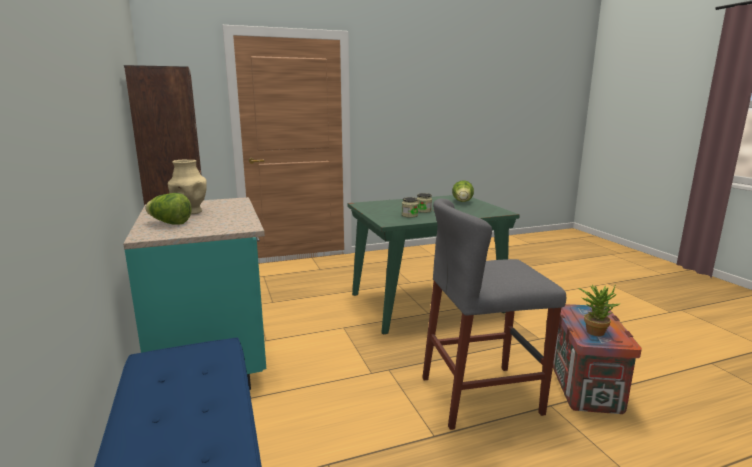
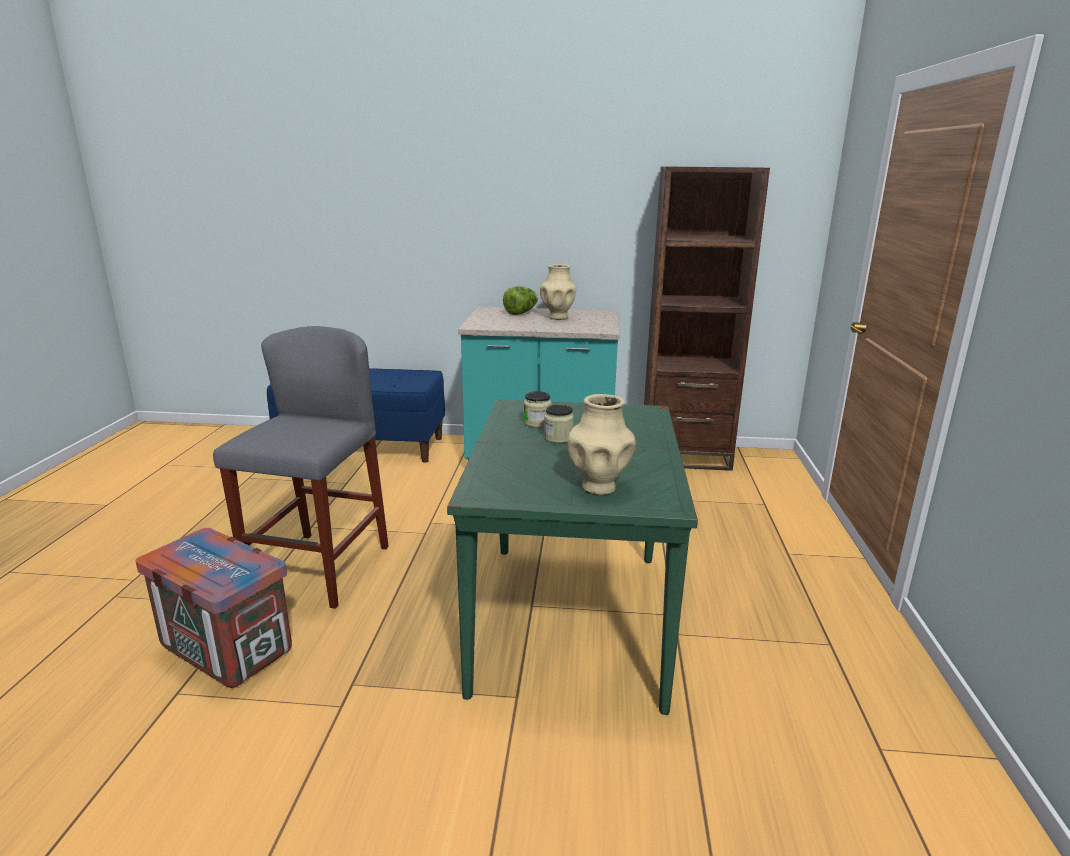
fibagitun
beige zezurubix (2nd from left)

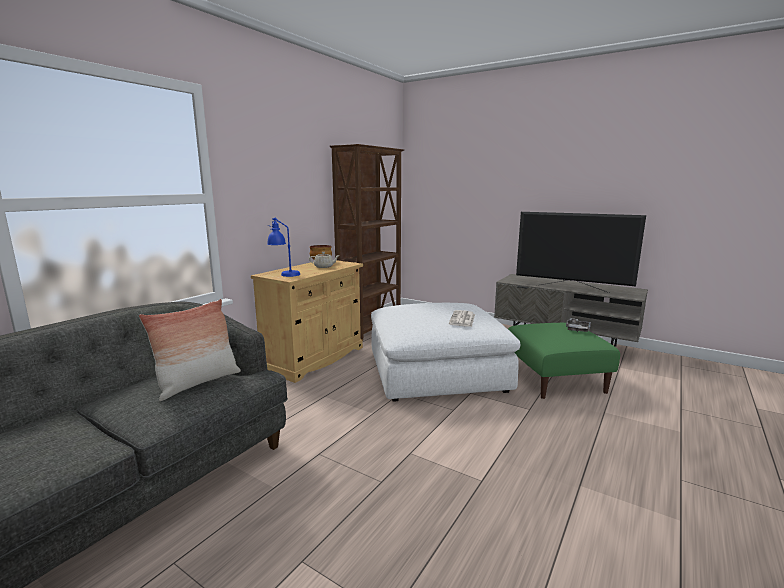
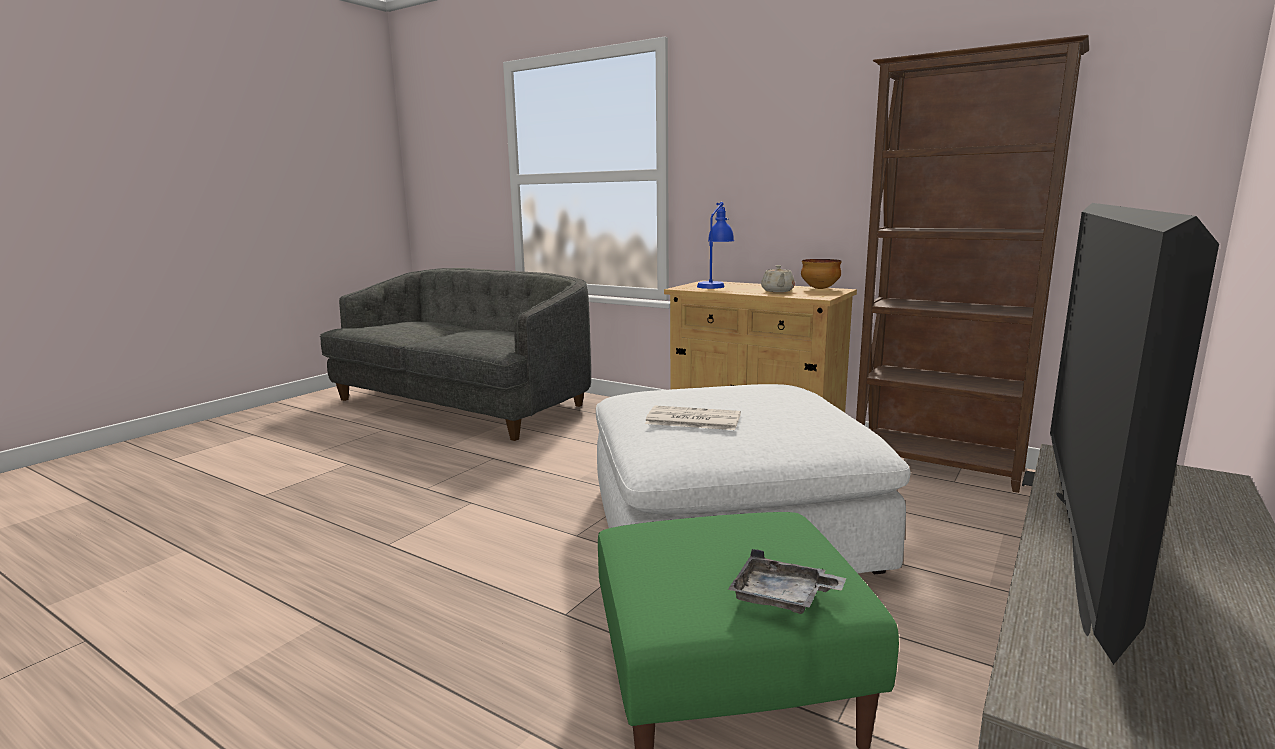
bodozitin

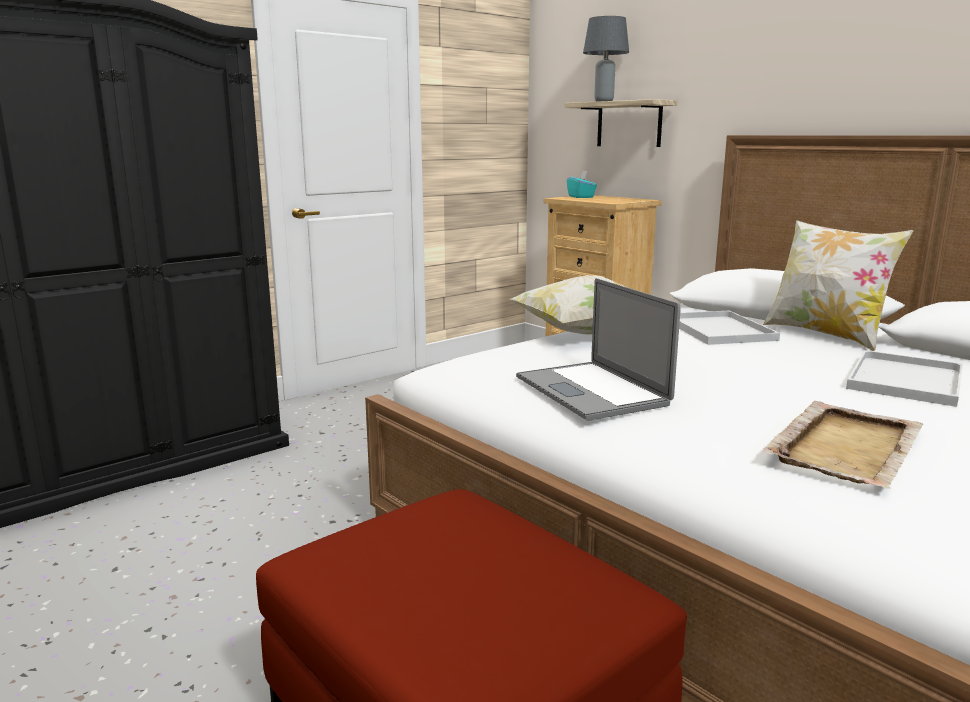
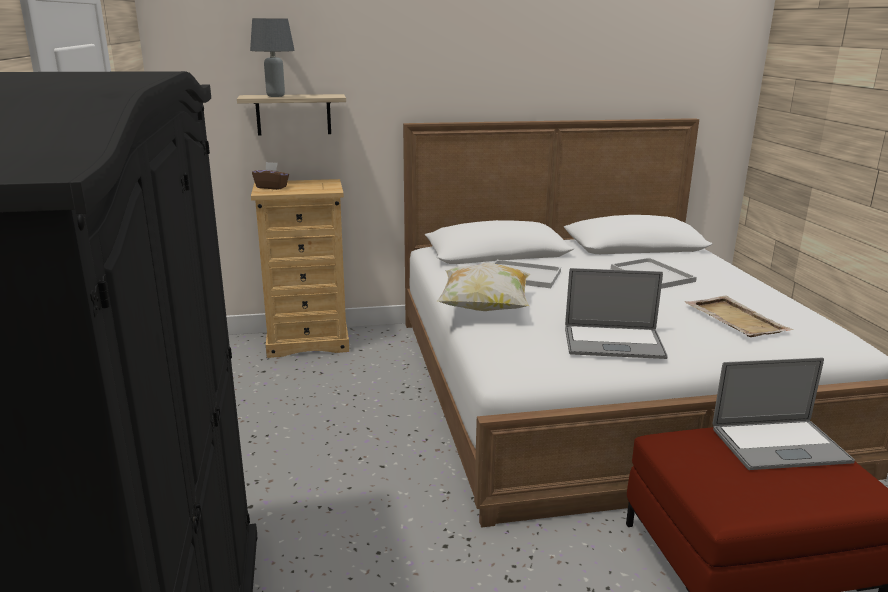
bodozitin (2nd from left in the first image)
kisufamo (2nd from left)
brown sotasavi

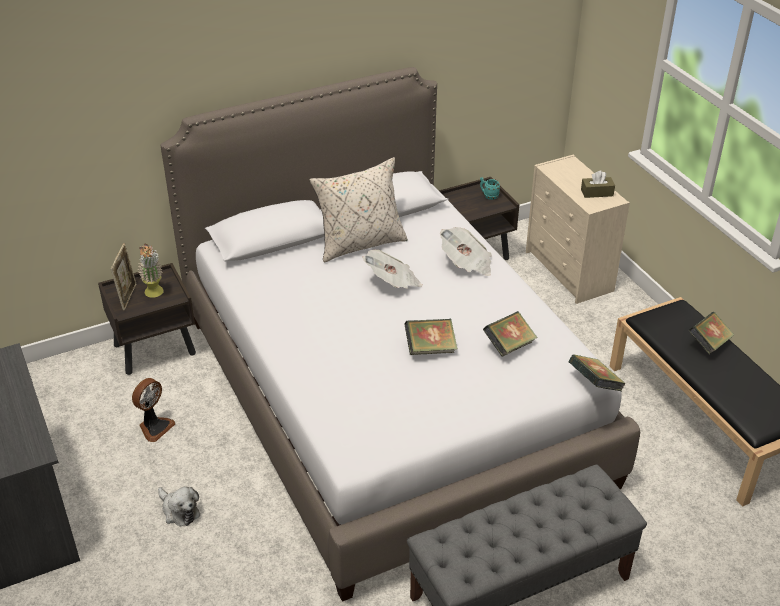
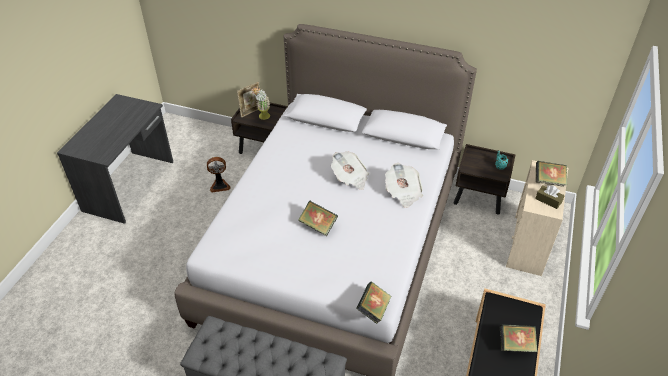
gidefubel
beige bodozitin
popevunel (4th from left)

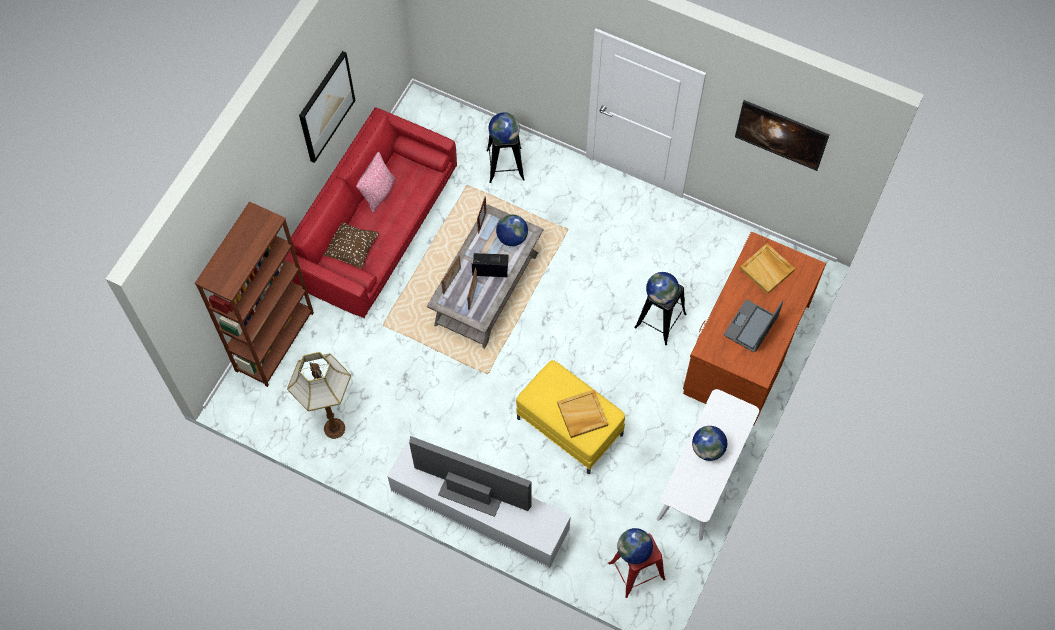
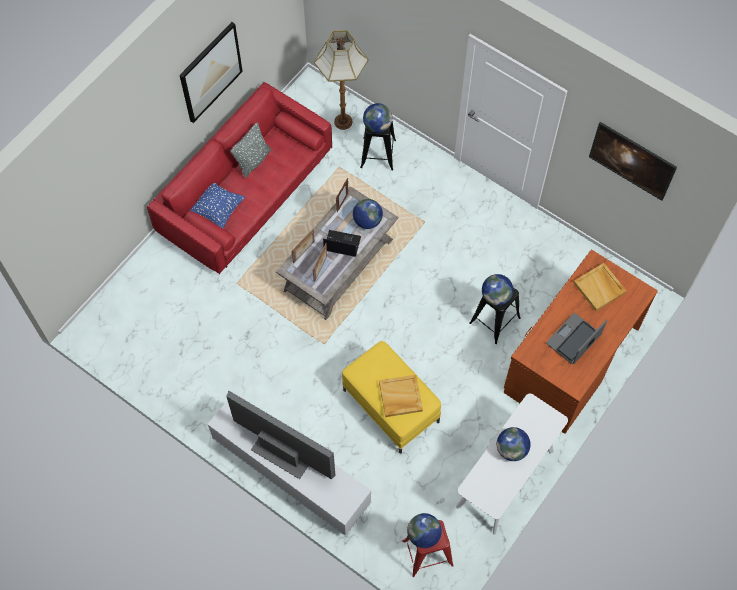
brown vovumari
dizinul
blue bodozitin
grey bodozitin

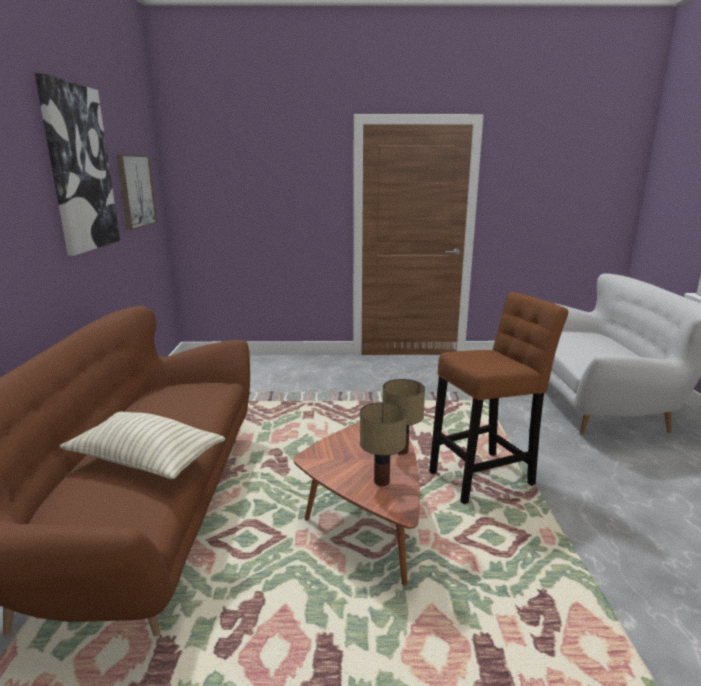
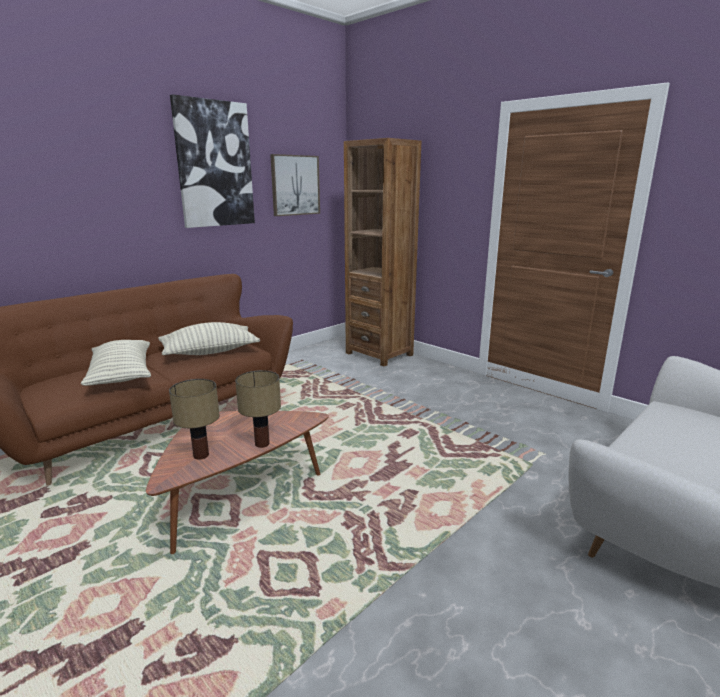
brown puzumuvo
bodozitin (2nd from left)
brown vovumari

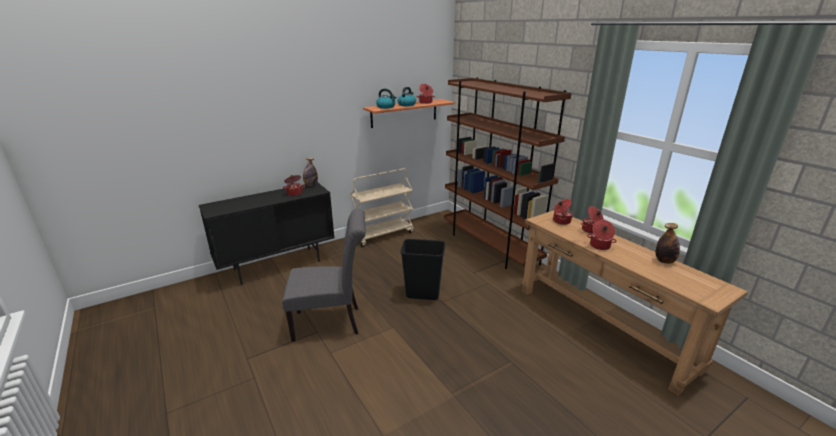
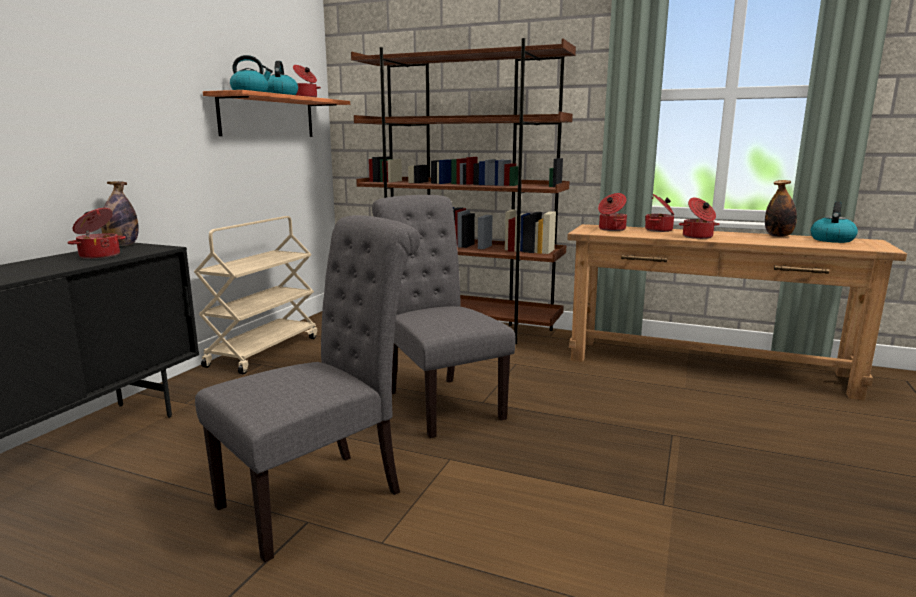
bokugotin (3rd from left)
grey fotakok (2nd from left)

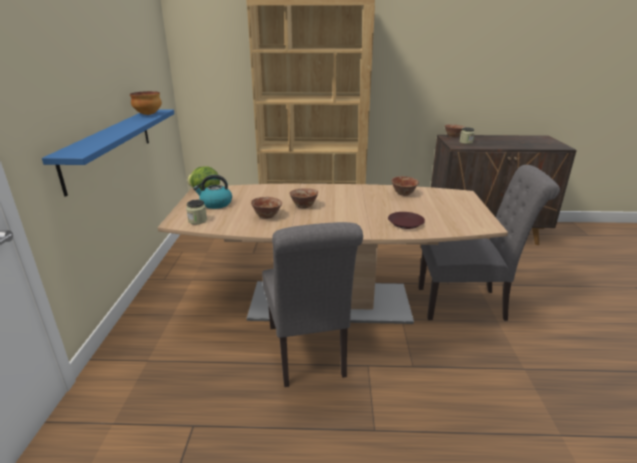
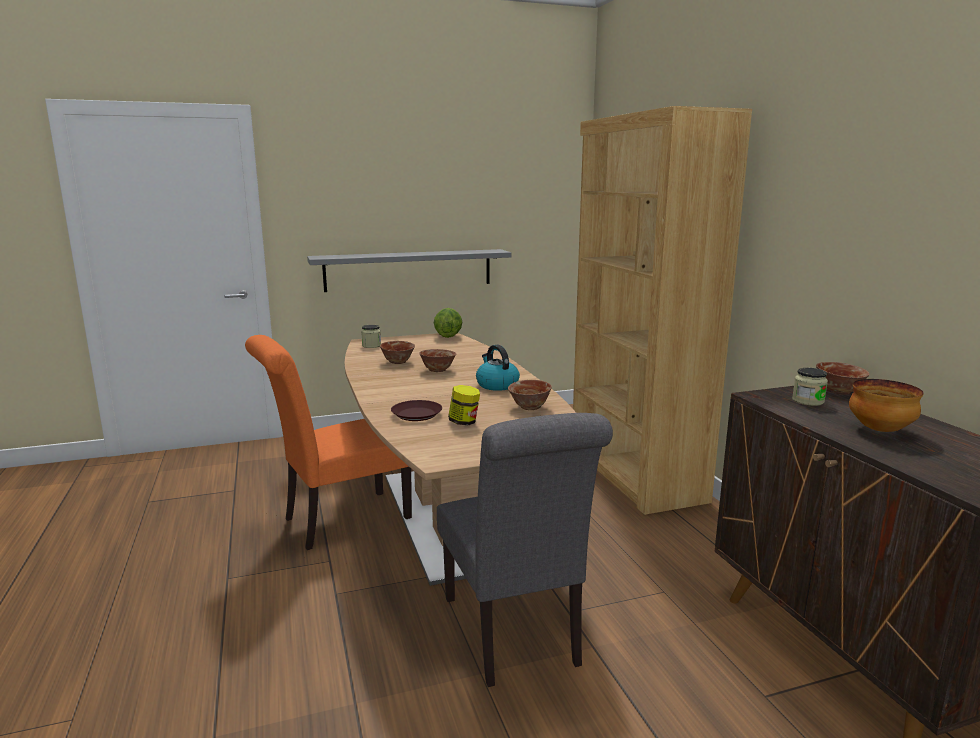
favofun (2nd from left)
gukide (5th from left)
bokugotin
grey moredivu
orange fotakok

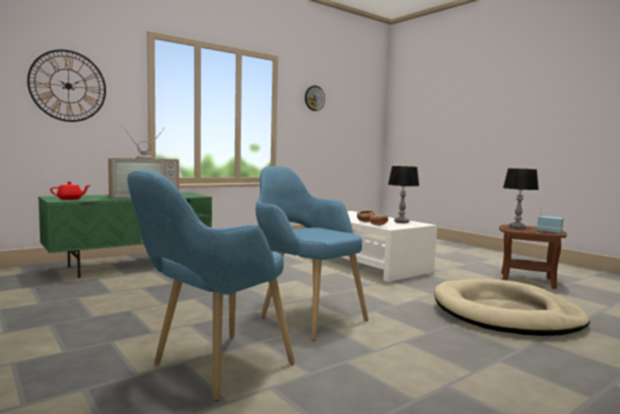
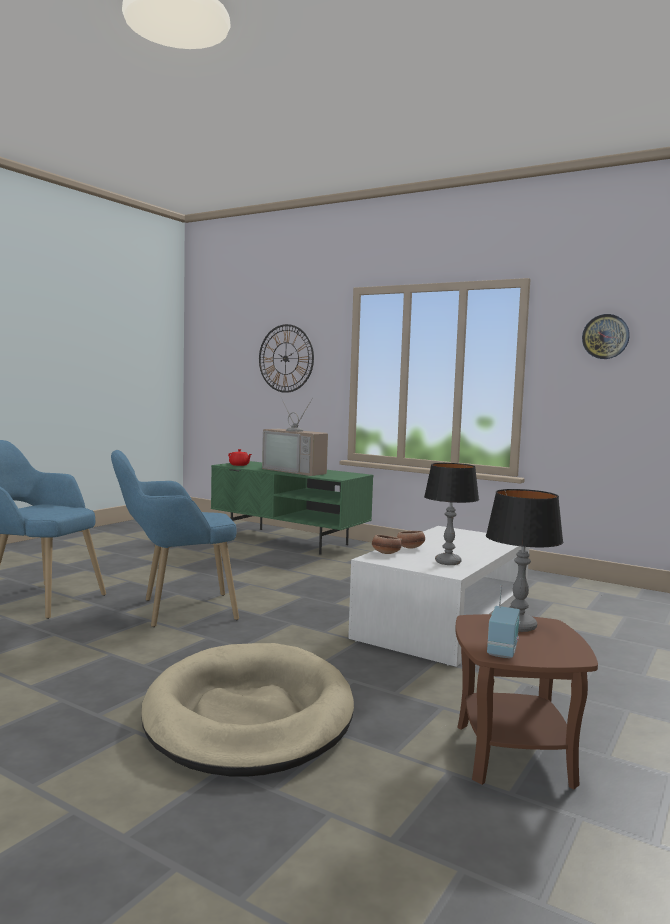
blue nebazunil (2nd from left)

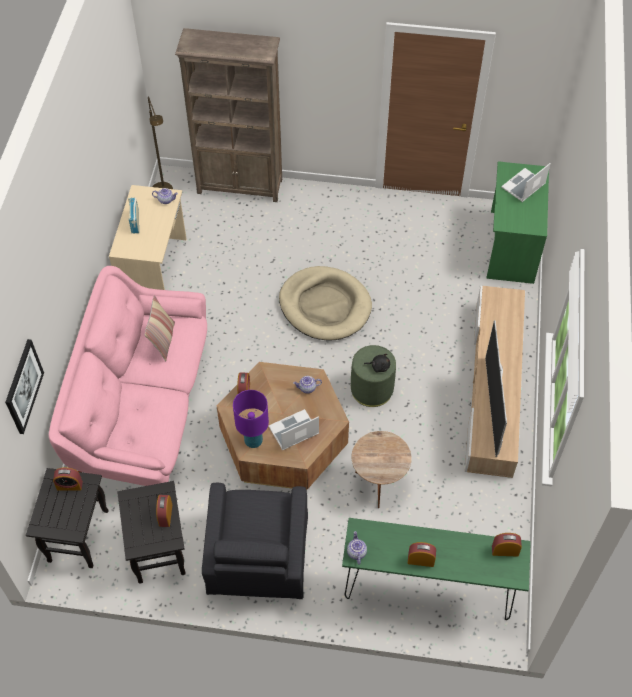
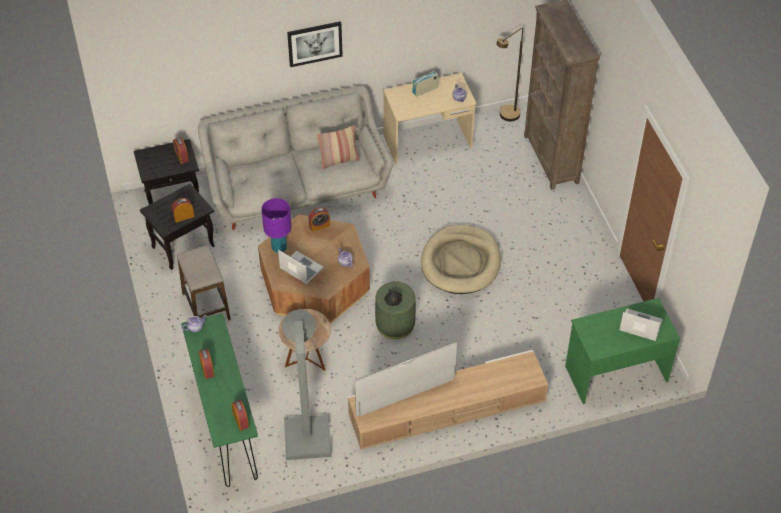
grey dizinul
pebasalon
puzumuvo
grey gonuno

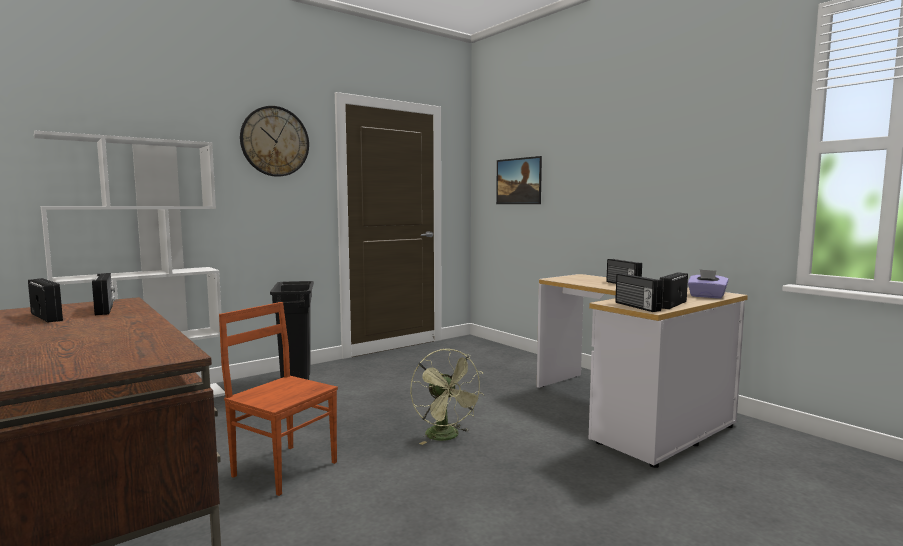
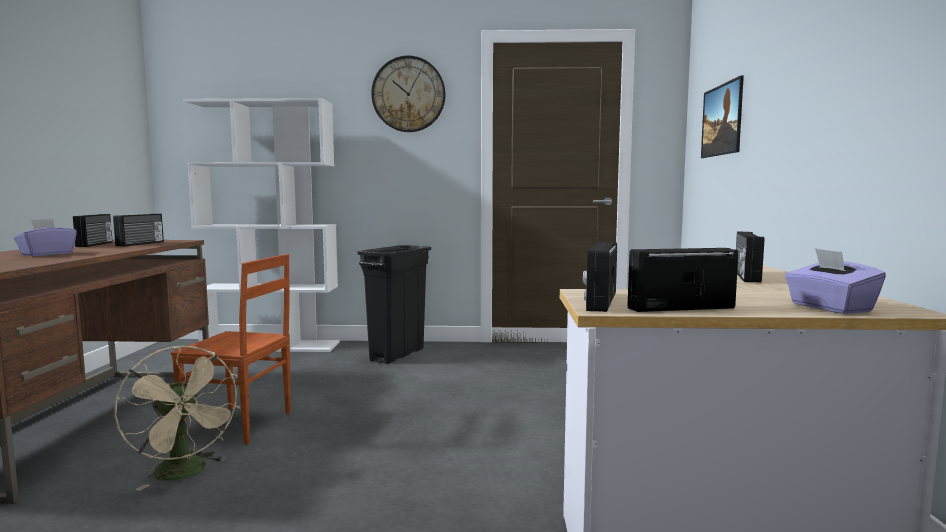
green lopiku
purple sotasavi (1st from left)
beige lopiku
brown fotakok

